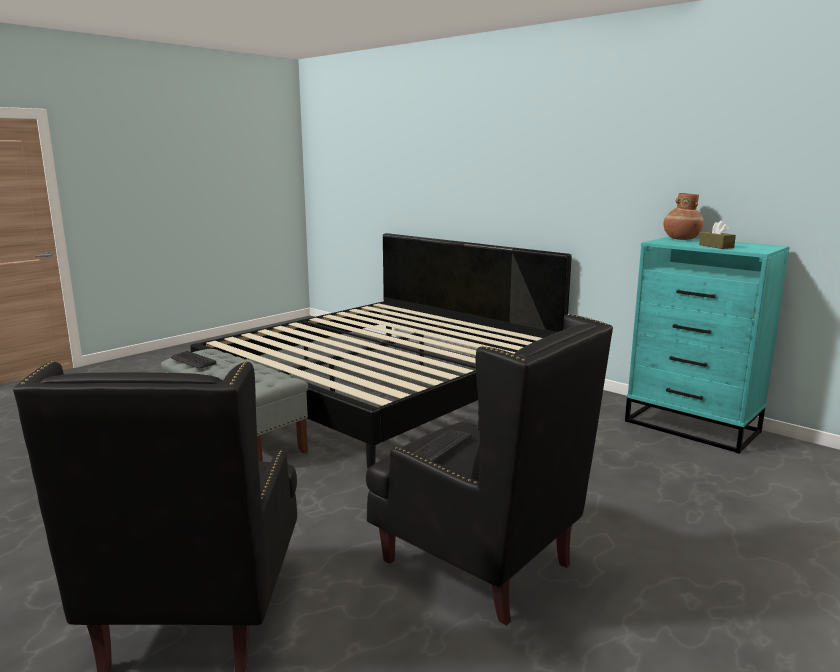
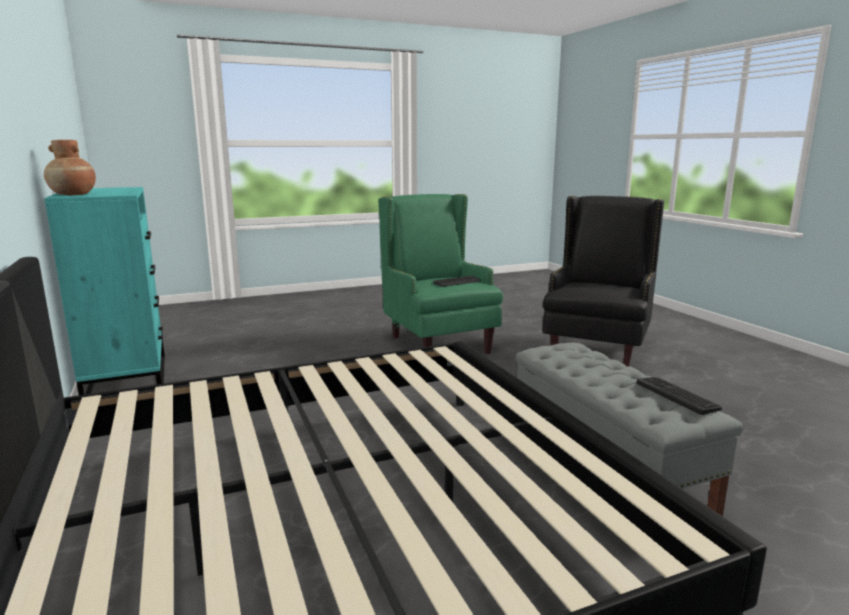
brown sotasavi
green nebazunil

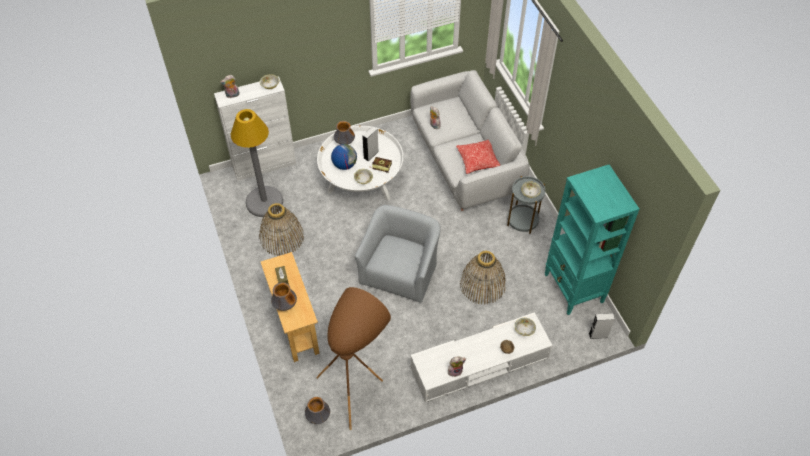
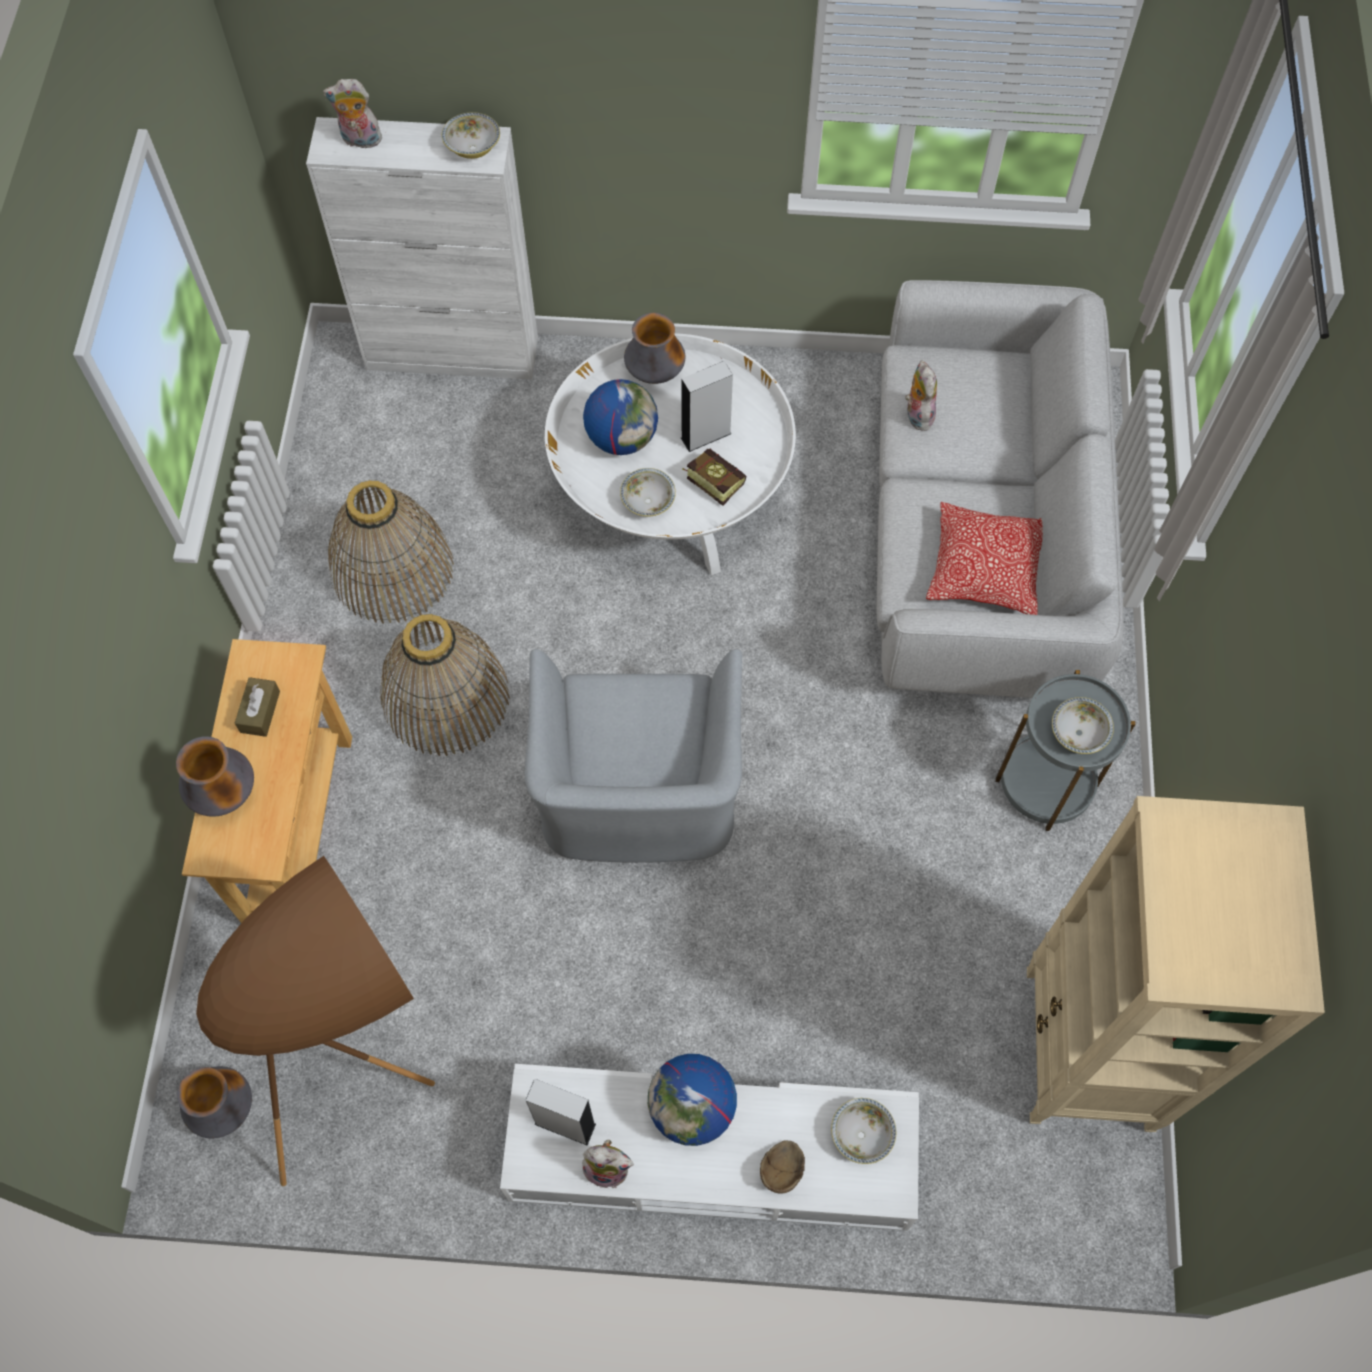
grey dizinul
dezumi (2nd from left)
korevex (2nd from left)
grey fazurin (1st from left)
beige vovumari
grey nebazunil

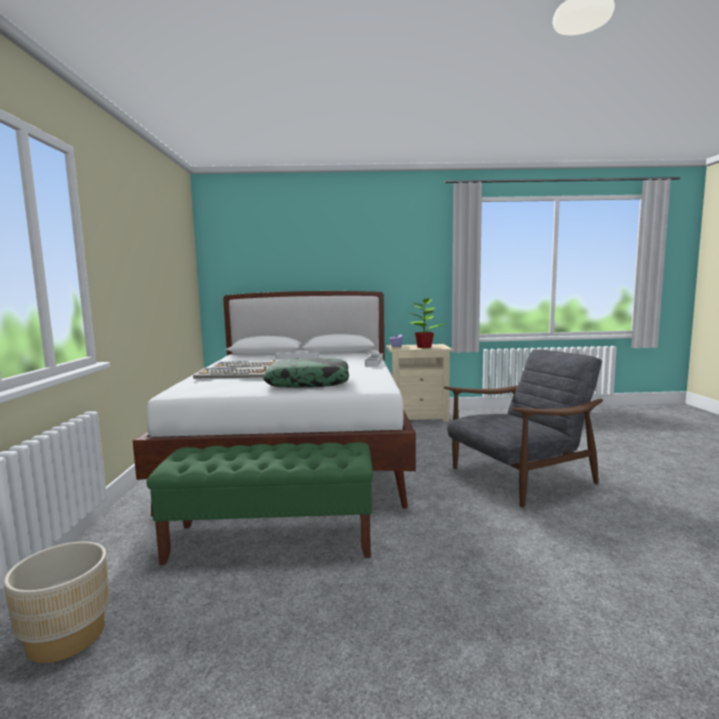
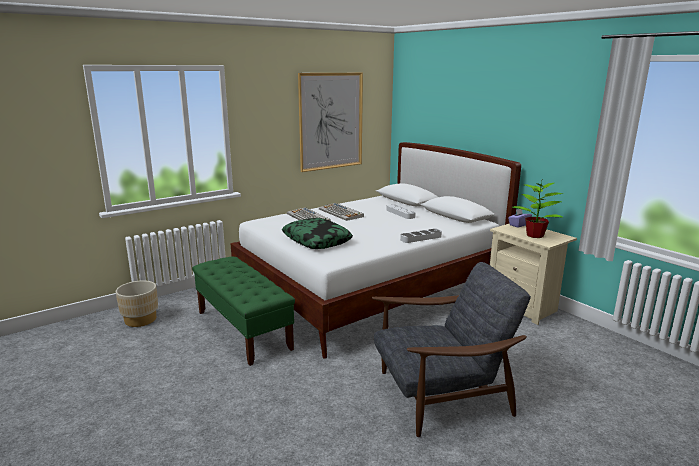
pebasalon
grey nebazunil

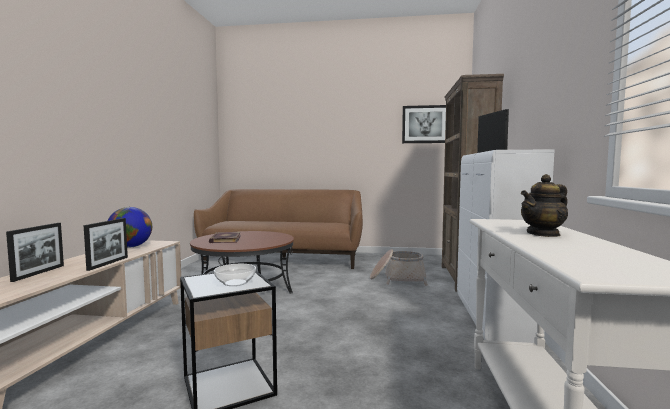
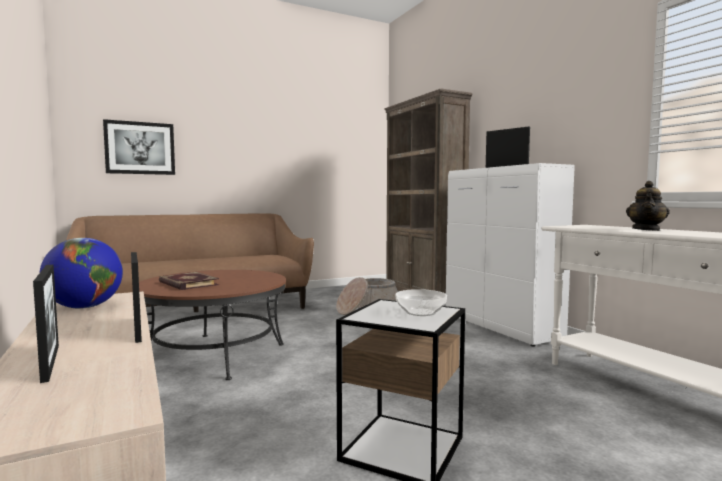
pebasalon

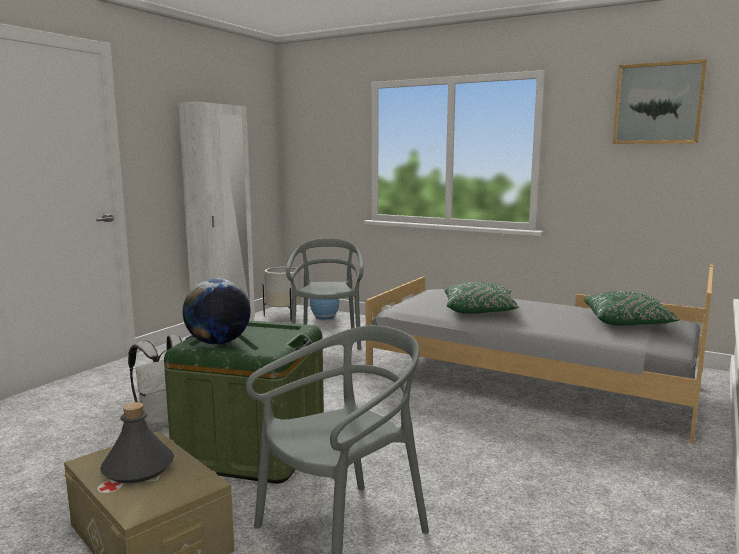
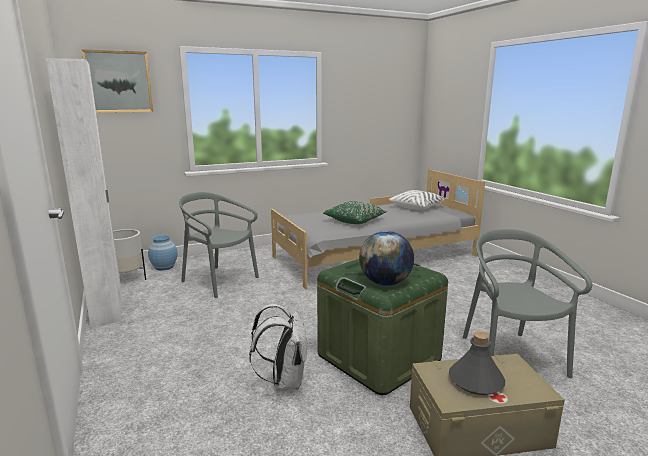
pebasalon
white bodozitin

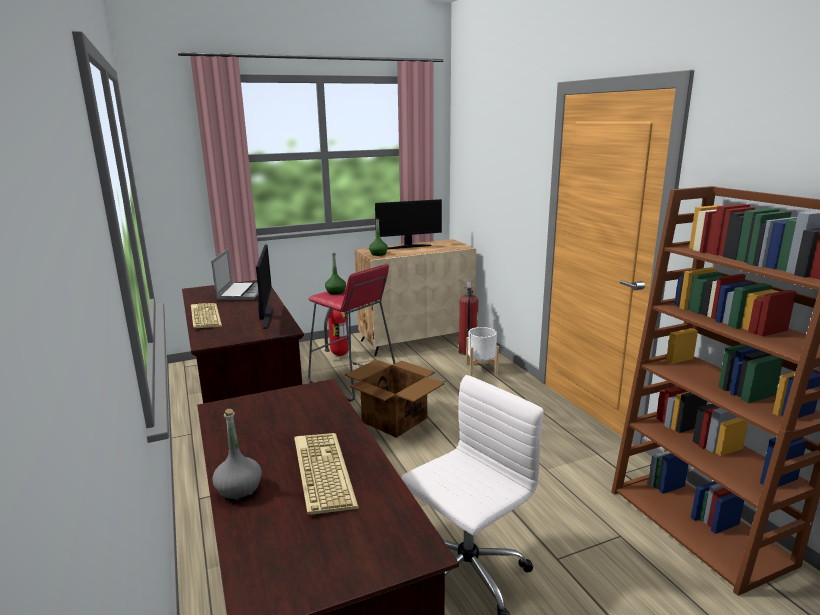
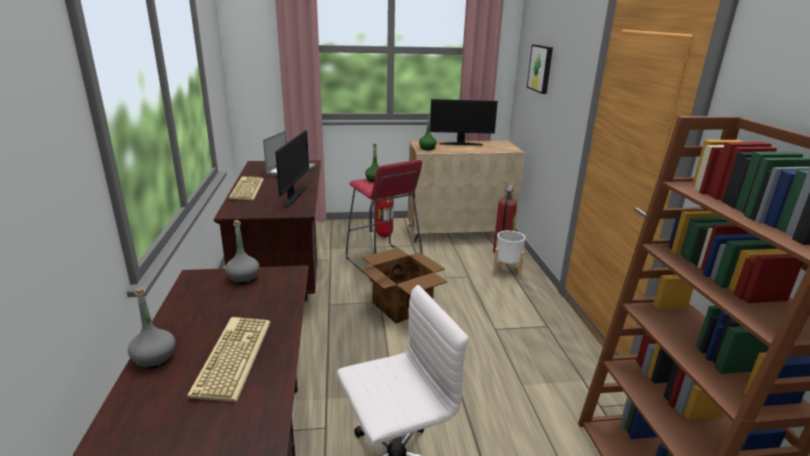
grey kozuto (2nd from left)
pebasalon

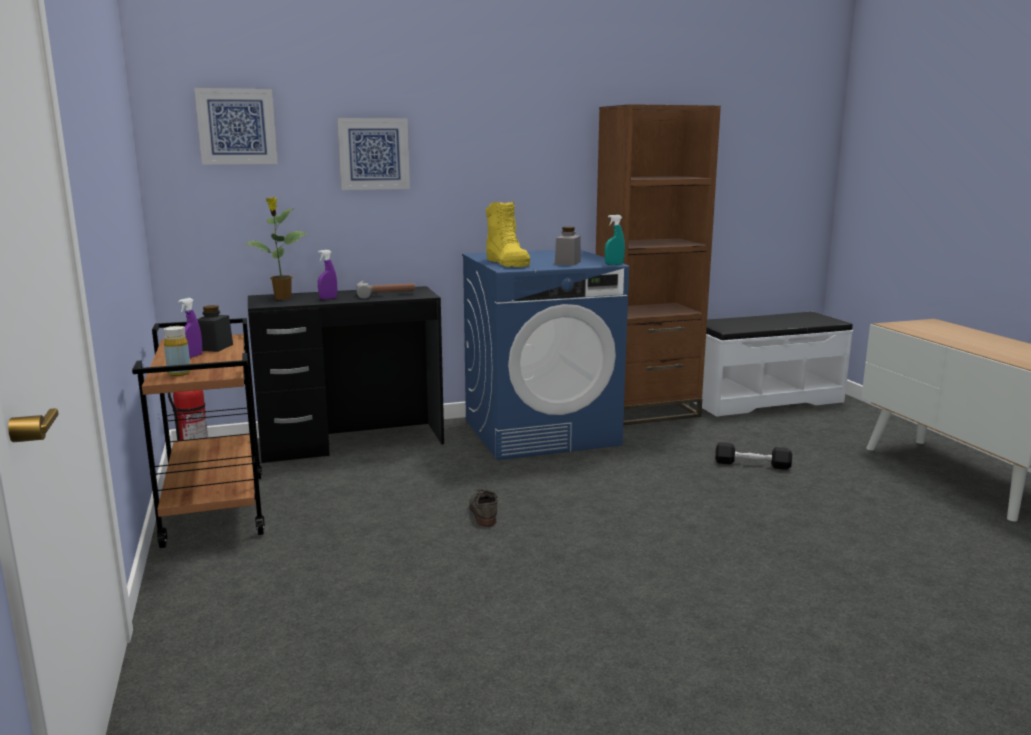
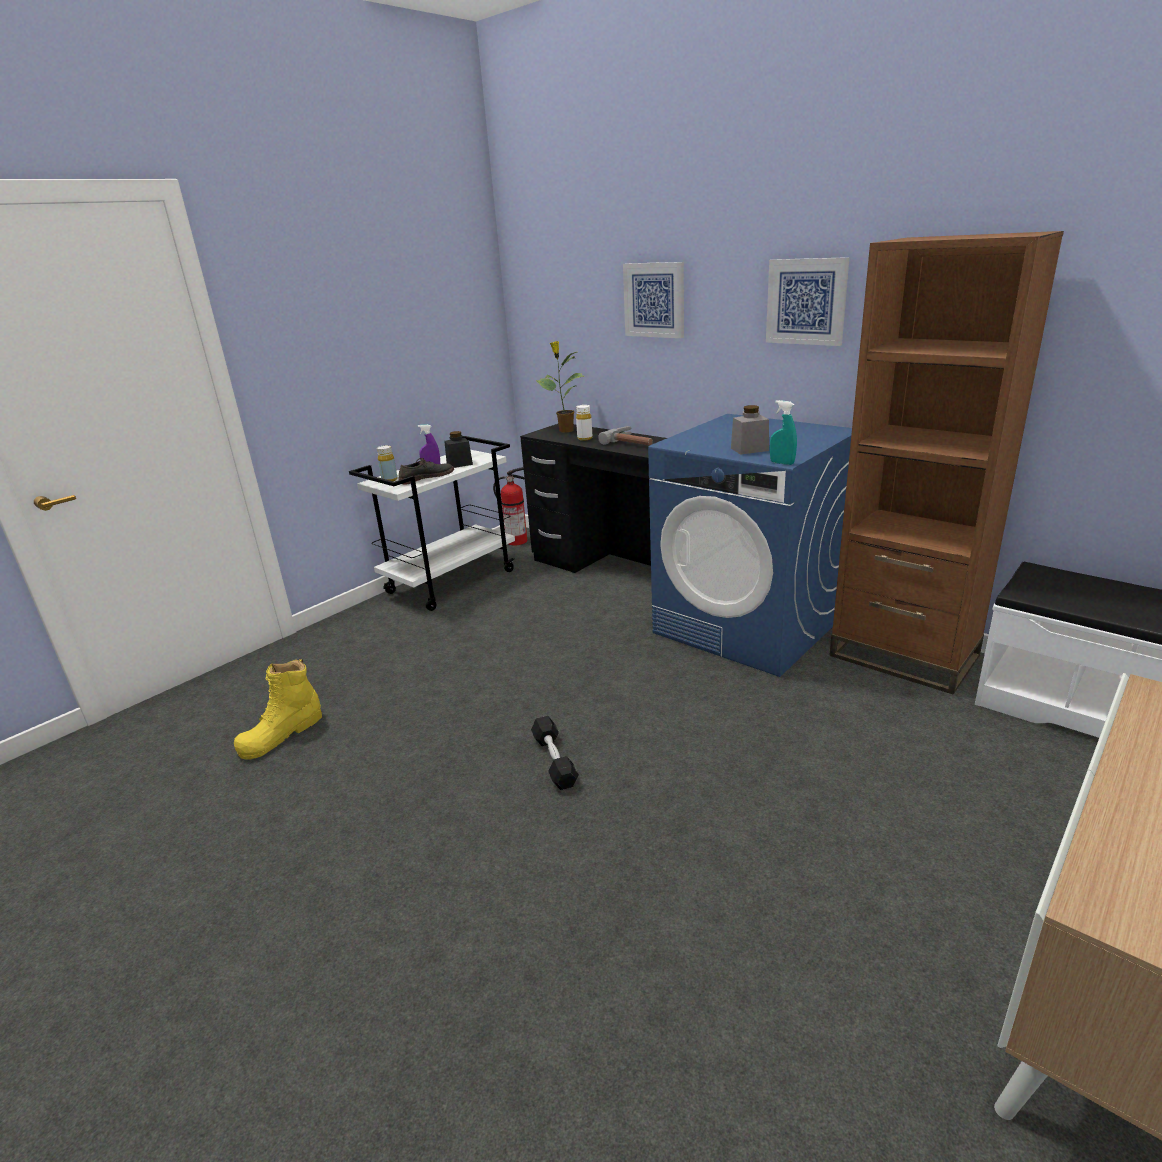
pebasalon (2nd from left)
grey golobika
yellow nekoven
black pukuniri
white kozuto
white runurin

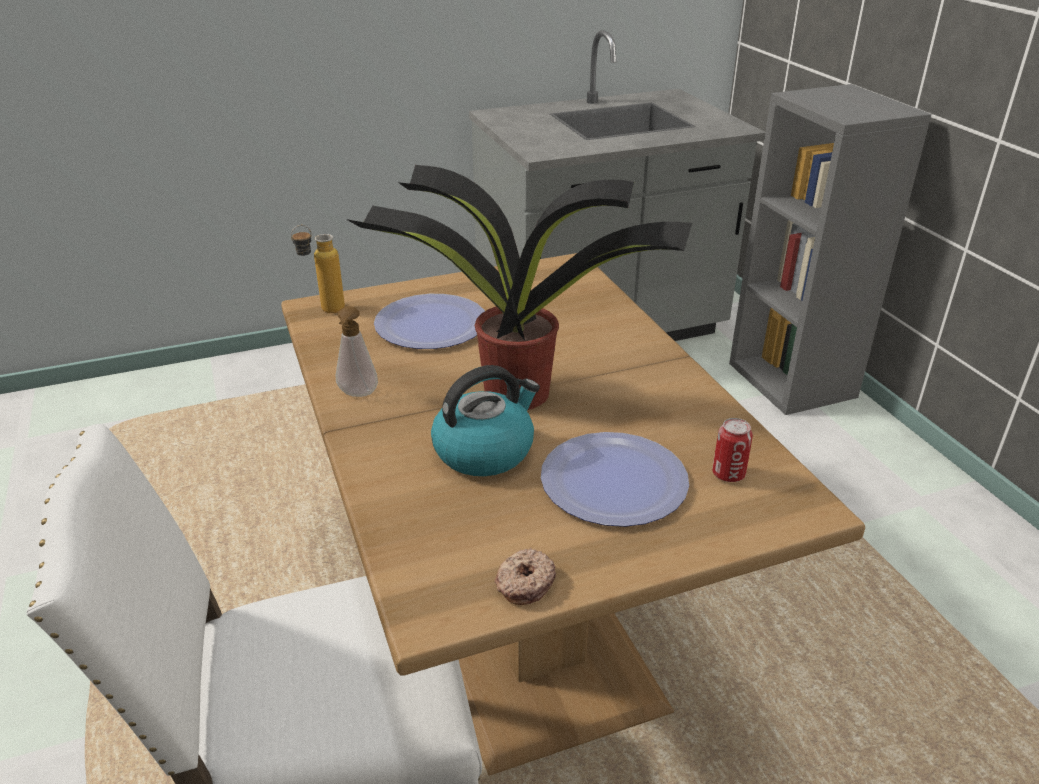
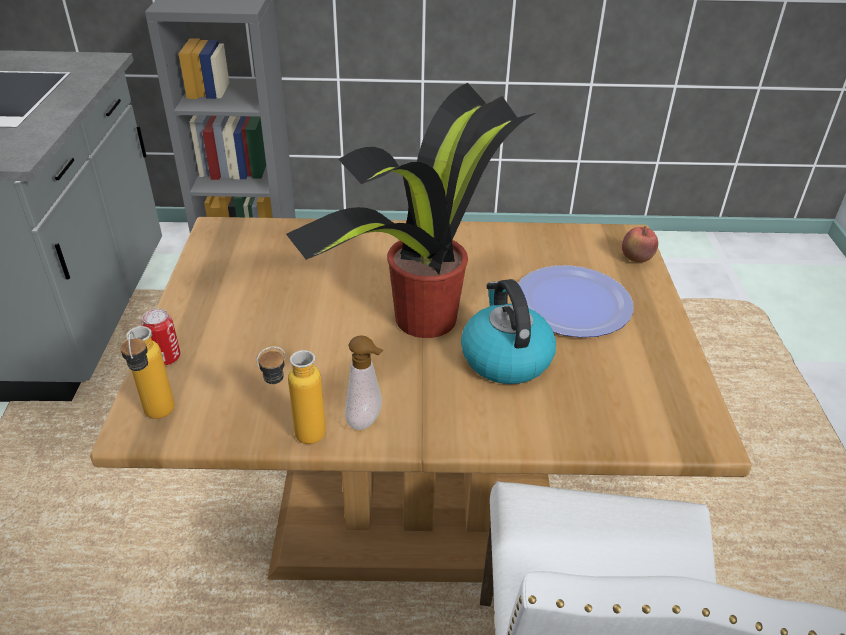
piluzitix (1st from left in the first image)
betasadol
kozuto (2nd from left)
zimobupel
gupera

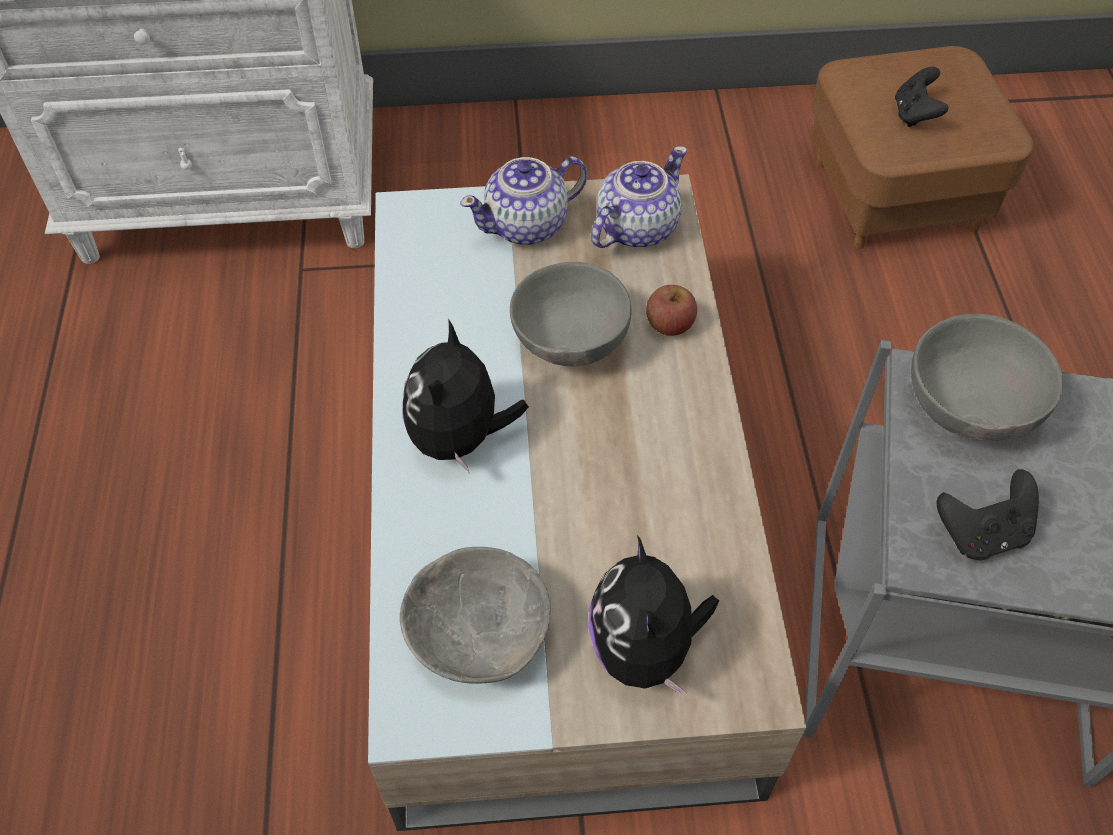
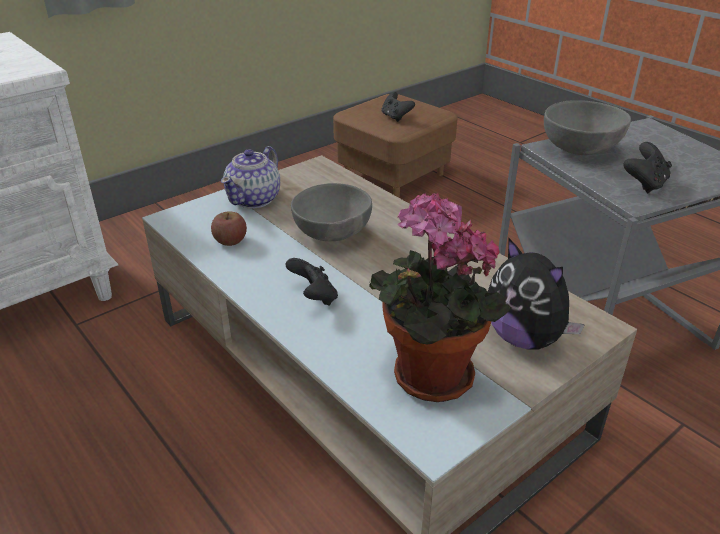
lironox (2nd from left in the first image)
zimobupel
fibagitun
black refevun (1st from left)

